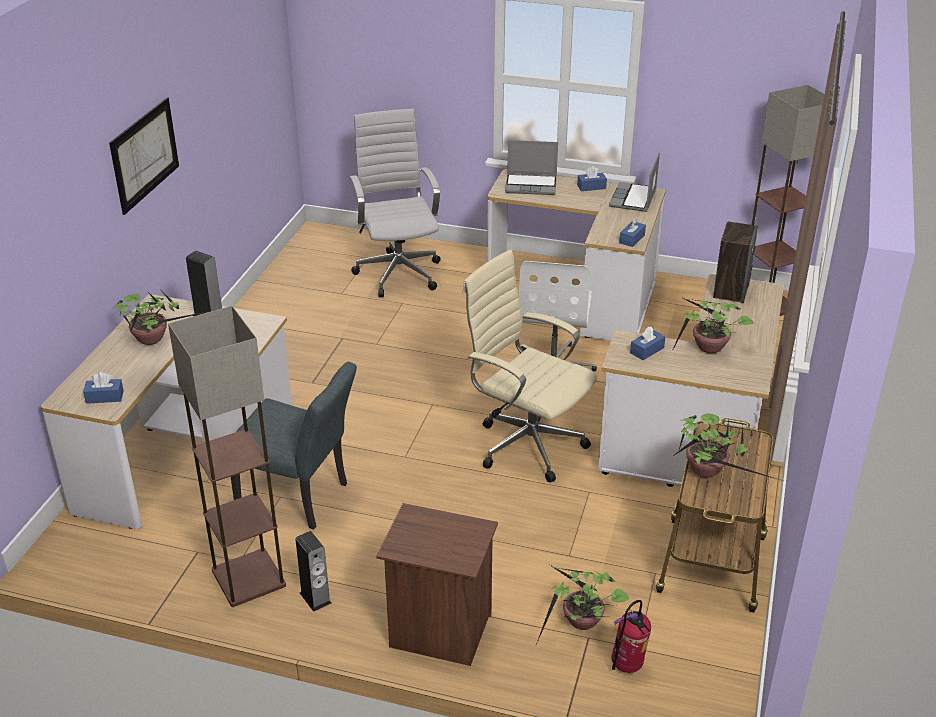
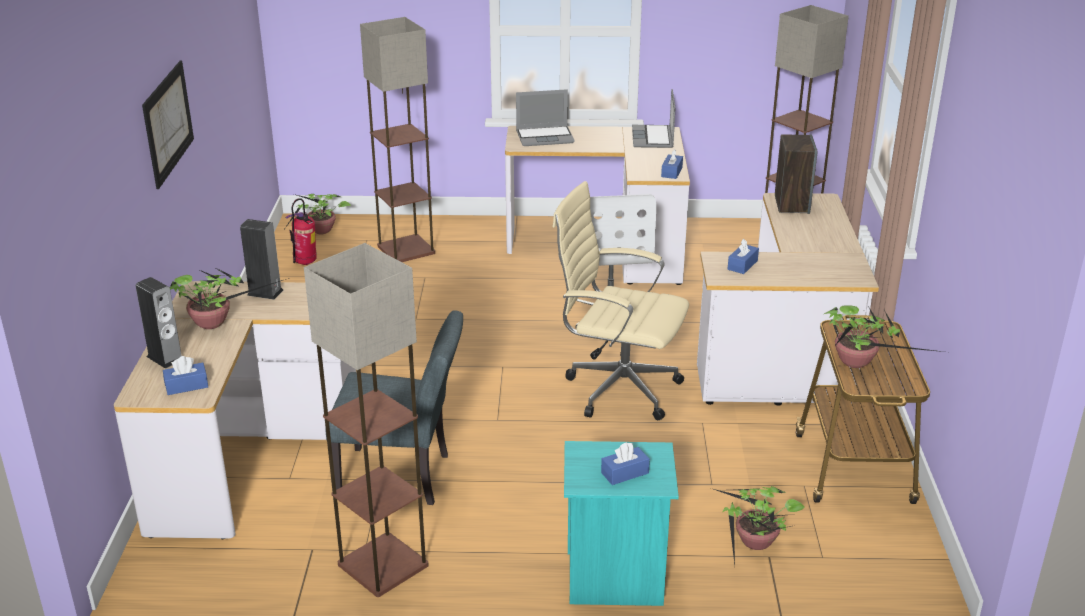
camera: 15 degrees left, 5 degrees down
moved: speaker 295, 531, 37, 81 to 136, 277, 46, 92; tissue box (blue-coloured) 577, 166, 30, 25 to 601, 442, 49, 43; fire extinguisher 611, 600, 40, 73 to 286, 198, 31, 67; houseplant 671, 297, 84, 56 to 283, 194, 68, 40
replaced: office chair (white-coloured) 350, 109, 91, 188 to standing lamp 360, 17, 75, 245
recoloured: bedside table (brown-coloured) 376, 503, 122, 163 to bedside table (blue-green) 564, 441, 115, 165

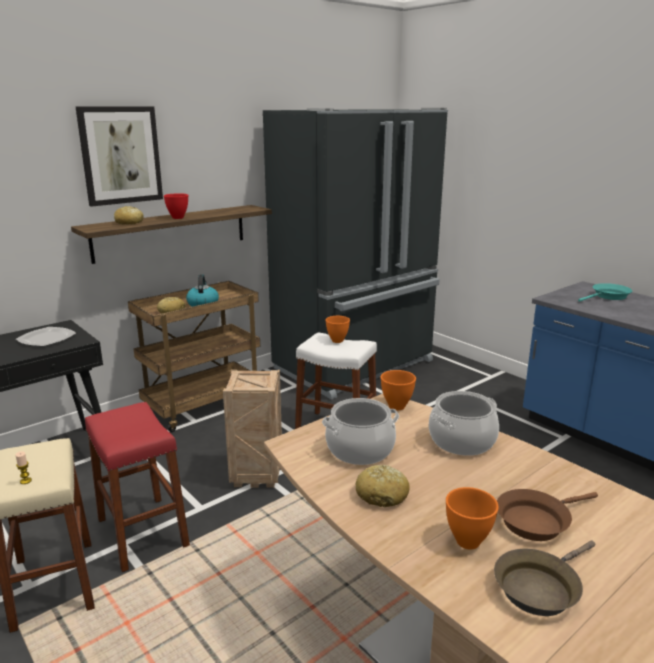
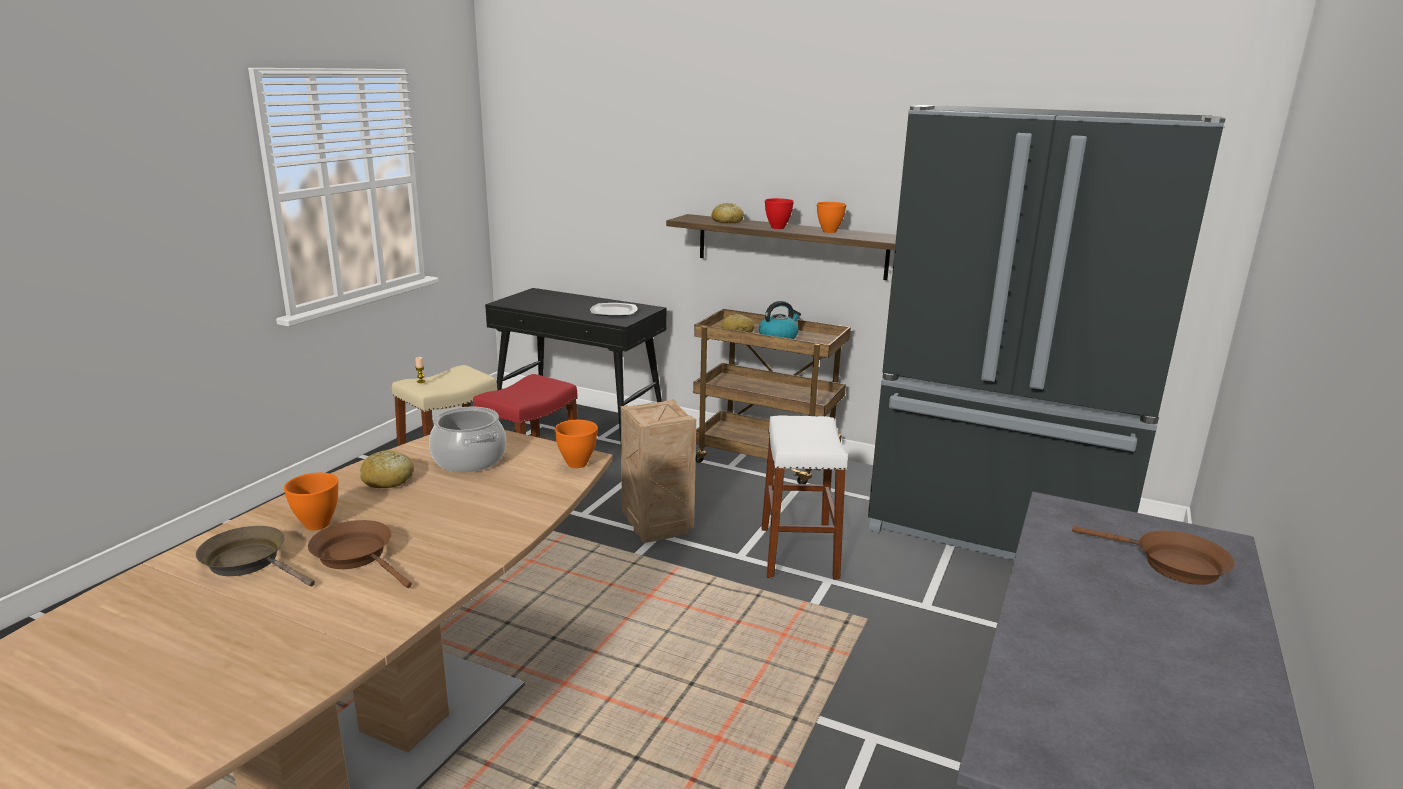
camera: 65 degrees right, 0 degrees up
removed: picture 76, 106, 87, 101; cooking pot 429, 391, 70, 65
moved: deep dish (orange) 326, 316, 24, 27 to 817, 202, 29, 31
recoloured: frying pan (blue-green) 578, 283, 54, 19 to frying pan (brown-coloured) 1072, 526, 163, 59

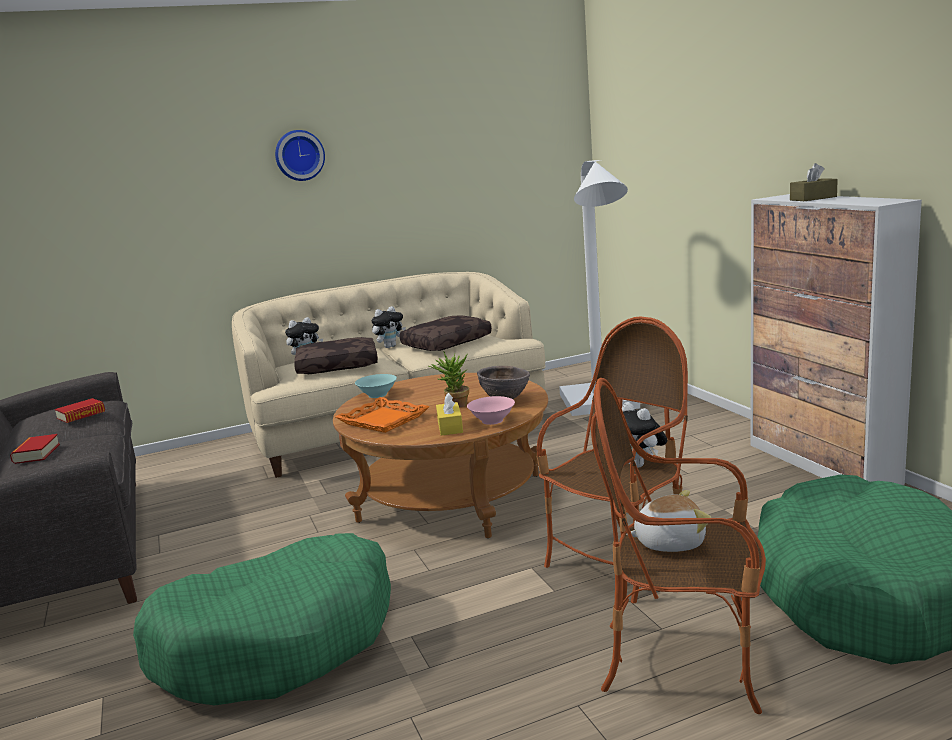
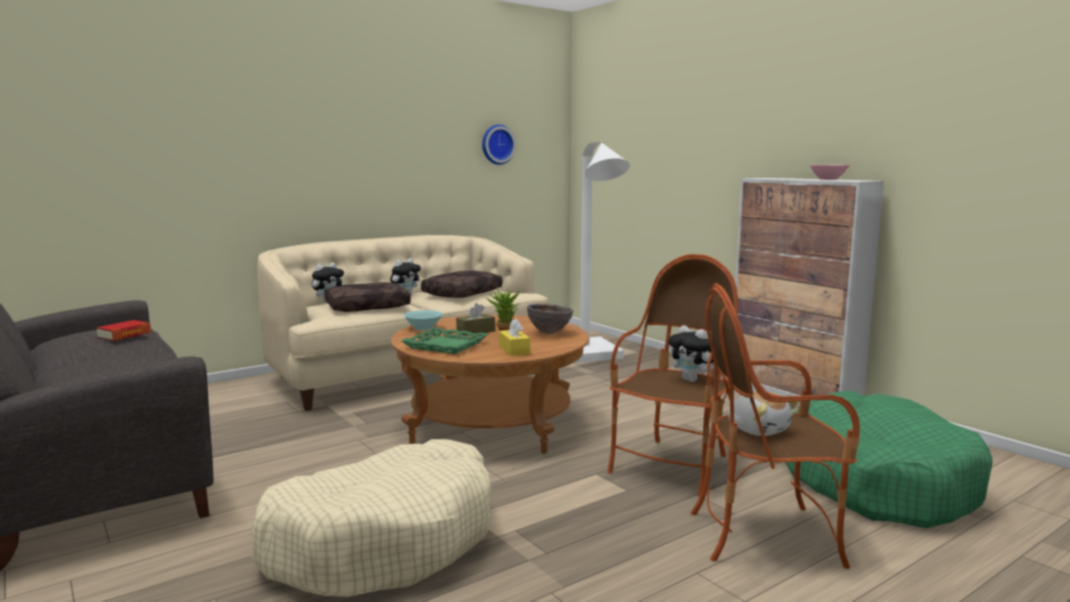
camera: 15 degrees left, 5 degrees down
removed: bound book 10, 434, 50, 30
moved: hanging clock 275, 130, 50, 51 to 482, 124, 34, 41; deep dish (pink-coloured) 467, 396, 48, 29 to 809, 165, 41, 15; tissue box (brown-coloured) 790, 163, 48, 38 to 456, 303, 39, 33
recoloured: dog bed (green) 133, 533, 258, 173 to dog bed (beige-coloured) 251, 439, 240, 158; serving tray (orange) 336, 397, 93, 36 to serving tray (green) 401, 327, 87, 27
turned: plush toy 626, 490, 85, 62 = 728, 391, 72, 45 75 degrees clockwise

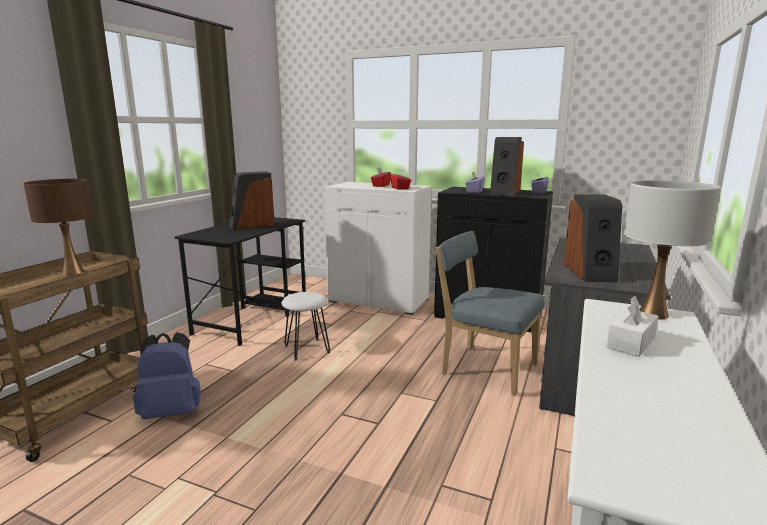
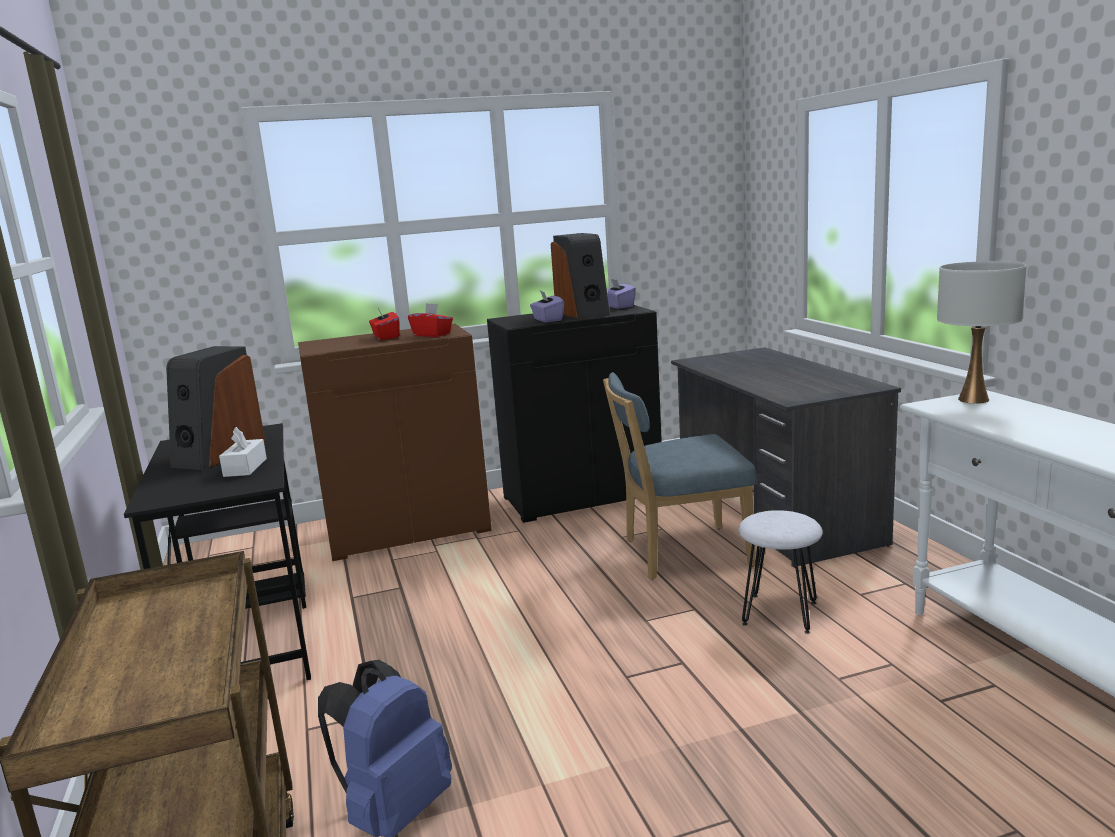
camera: 40 degrees left, 0 degrees up
removed: table lamp (brown-coloured) 24, 179, 69, 97; speaker 564, 194, 58, 89
moved: stool (white-coloured) 282, 292, 48, 69 to 738, 510, 85, 124; tissue box (white-coloured) 606, 296, 52, 61 to 219, 427, 48, 50
recoloured: cabinet (white-coloured) 324, 182, 108, 133 to cabinet (brown-coloured) 298, 324, 193, 237

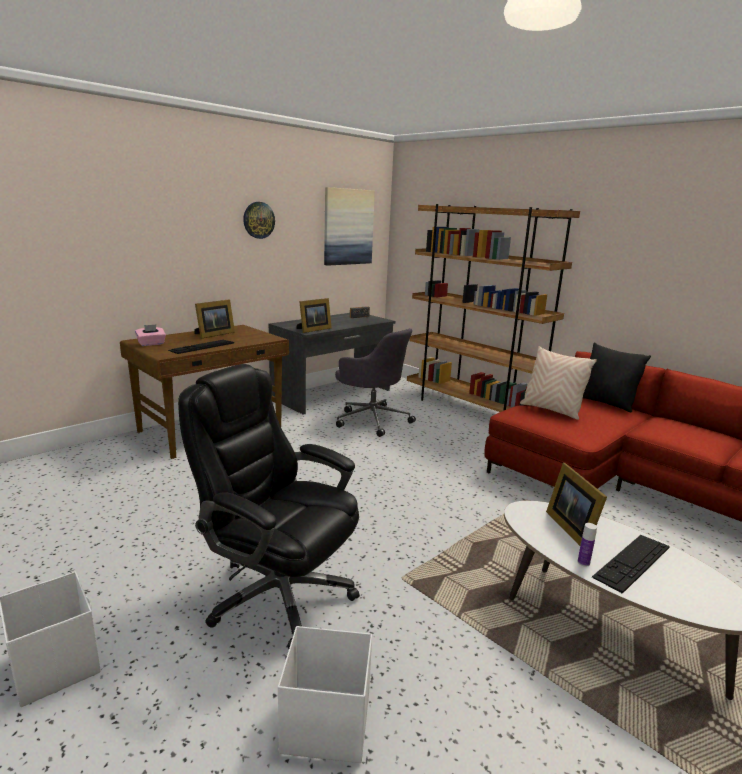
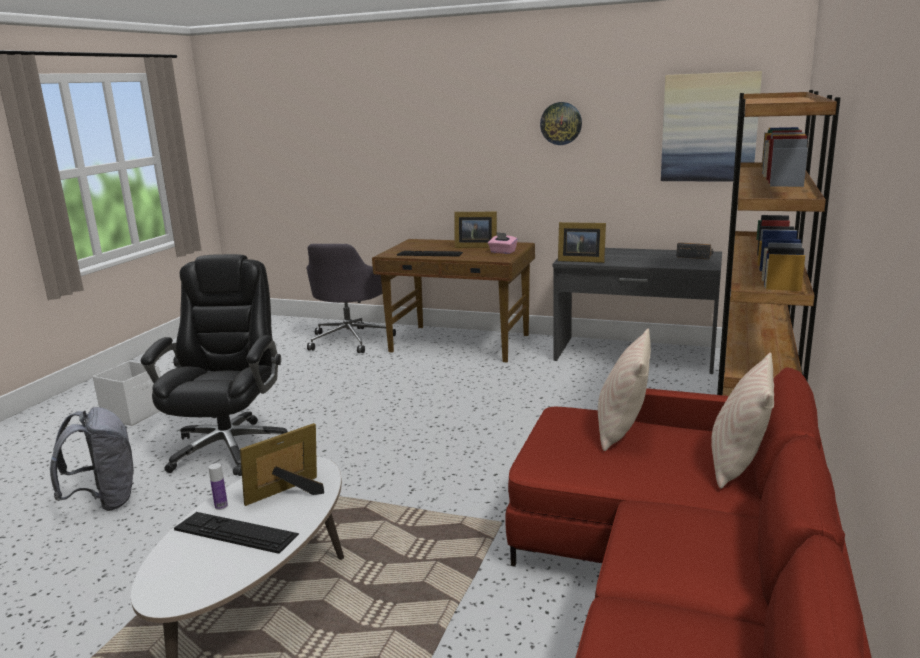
camera: 65 degrees right, 0 degrees up
moved: tissue box (pink-coloured) 135, 325, 31, 21 to 488, 232, 30, 22; office chair (gray) 335, 328, 81, 109 to 306, 244, 90, 109
replaced: storage box (white-coloured) 278, 626, 94, 137 to knapsack (gray) 50, 407, 84, 104
recoloured: cushion (black-coloured) 583, 342, 68, 70 to cushion (beige-coloured) 711, 352, 63, 137

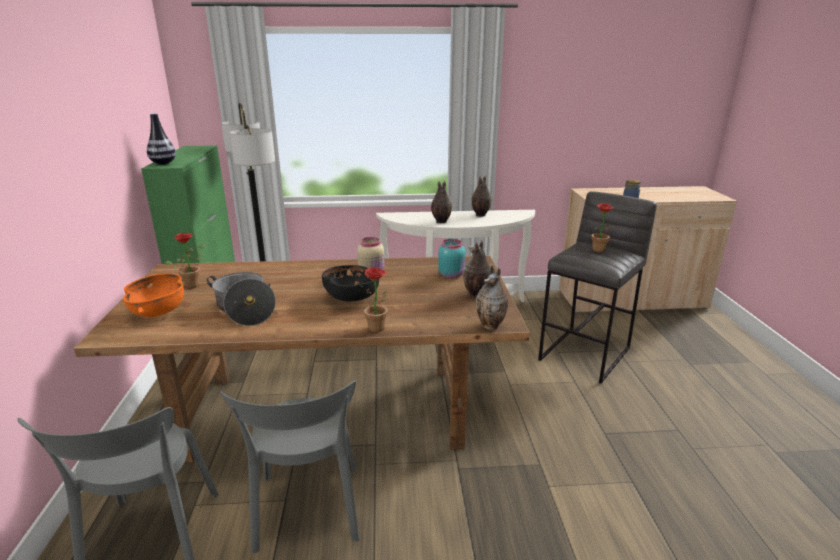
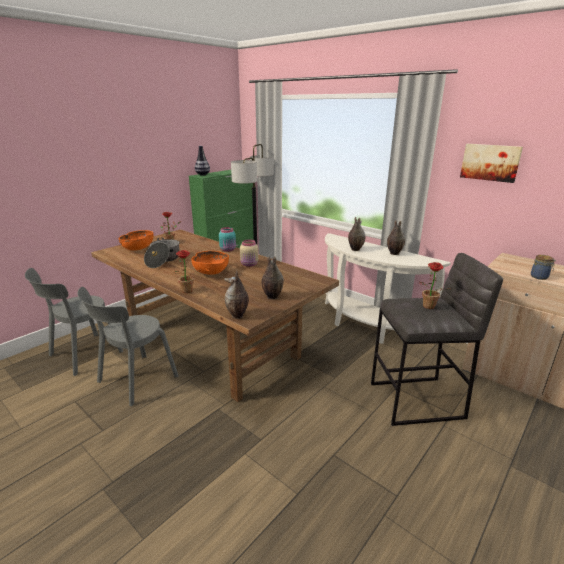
camera: 45 degrees right, 0 degrees up
added: picture 460, 144, 63, 39
moved: storage jar (blue-green) 438, 239, 27, 39 to 219, 227, 17, 25
recoloured: deep dish (black-coloured) 322, 265, 57, 37 to deep dish (orange) 191, 251, 38, 24

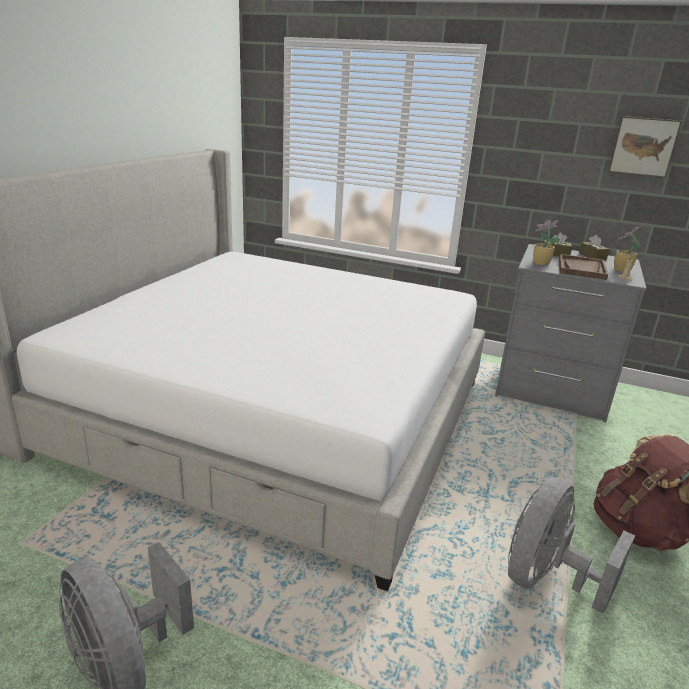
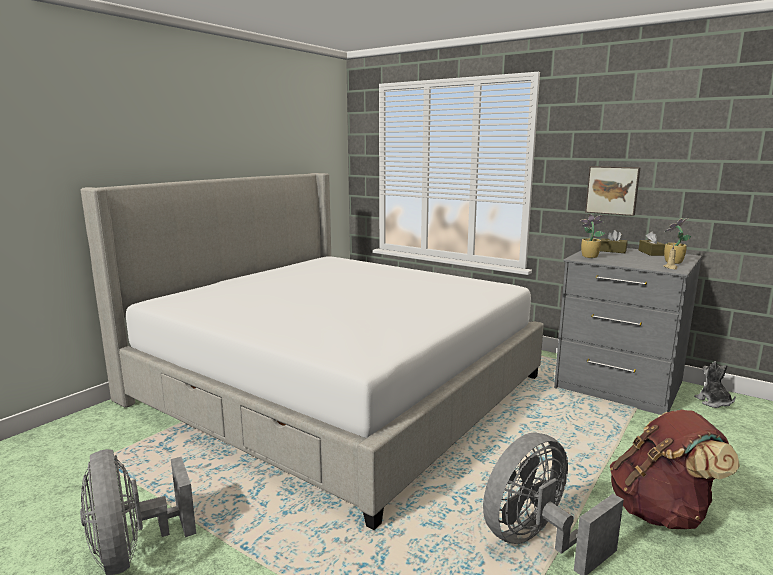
camera: 15 degrees right, 10 degrees down
removed: serving tray (brown-coloured) 559, 254, 49, 26
added: plush toy 694, 361, 42, 47
moved: picture 609, 116, 73, 62 to 585, 166, 56, 50

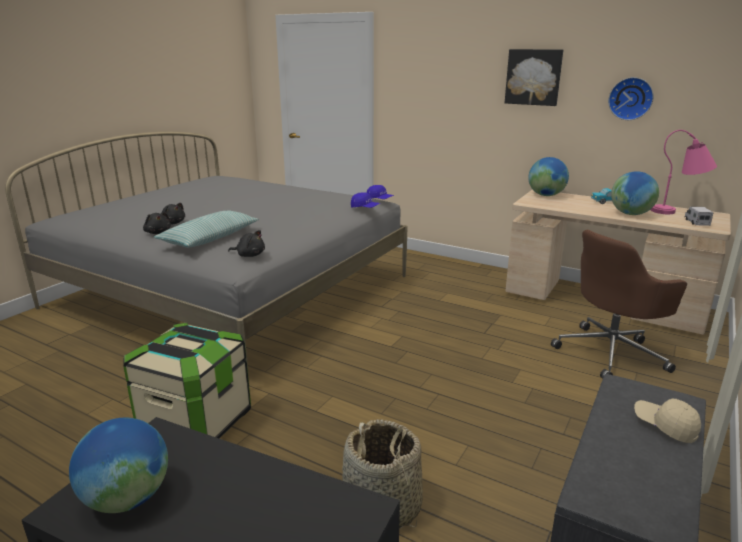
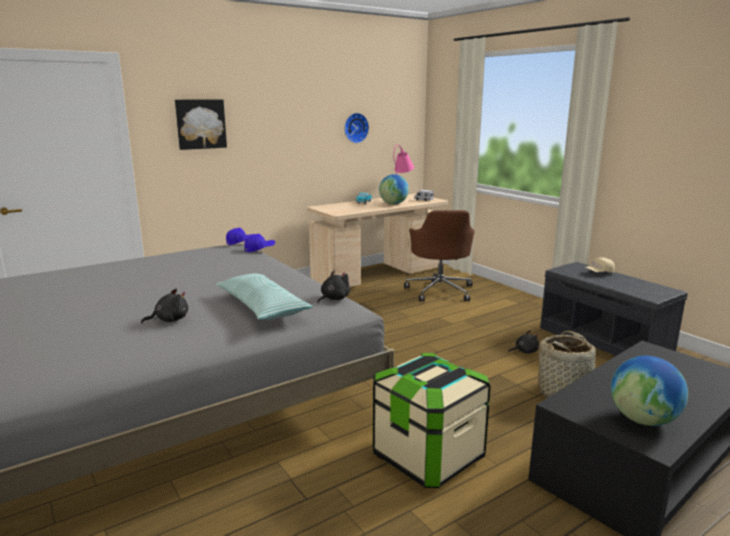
camera: 65 degrees left, 5 degrees down
removed: globe 528, 157, 41, 39
moved: plush toy (black-coloured) 143, 212, 28, 22 to 508, 330, 31, 24; picture 505, 49, 58, 57 to 175, 100, 52, 50

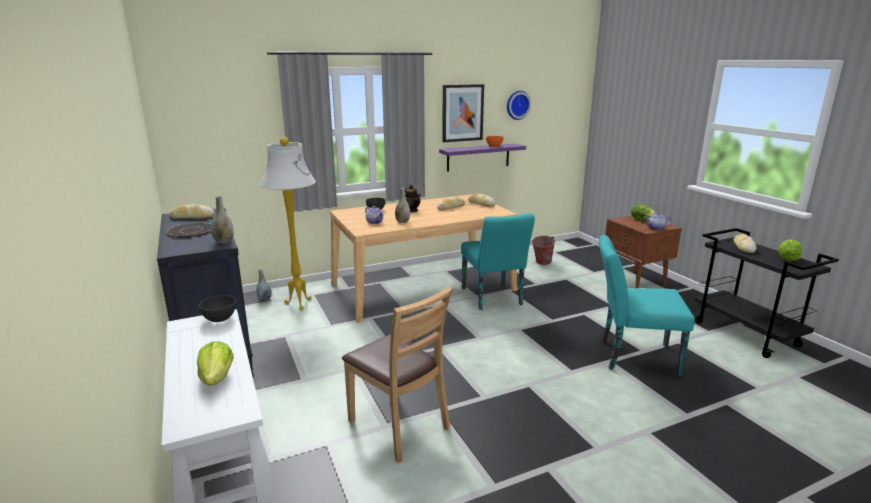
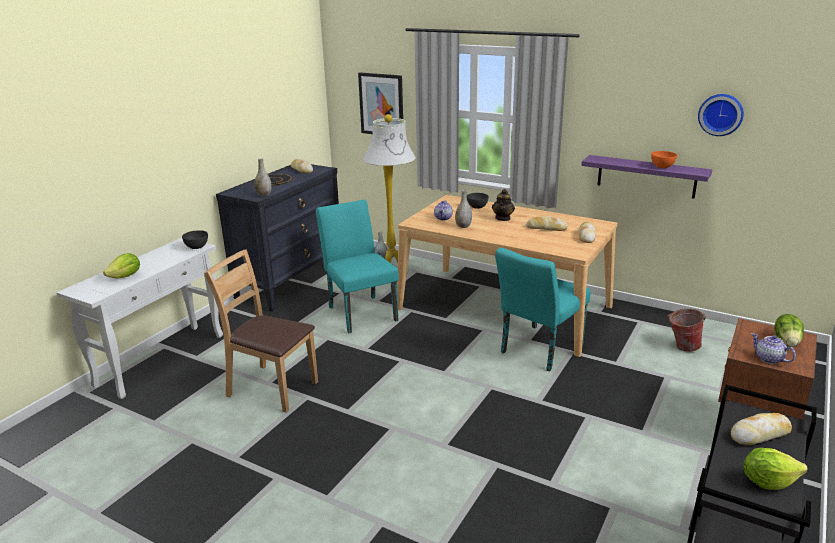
camera: 55 degrees right, 5 degrees up
moved: picture 442, 84, 42, 58 to 358, 72, 45, 62; plain chair (blue-green) 599, 235, 96, 141 to 316, 200, 83, 134
turned: plain chair (brown-coloured) 342, 286, 111, 177 = 204, 250, 114, 163 105 degrees clockwise

